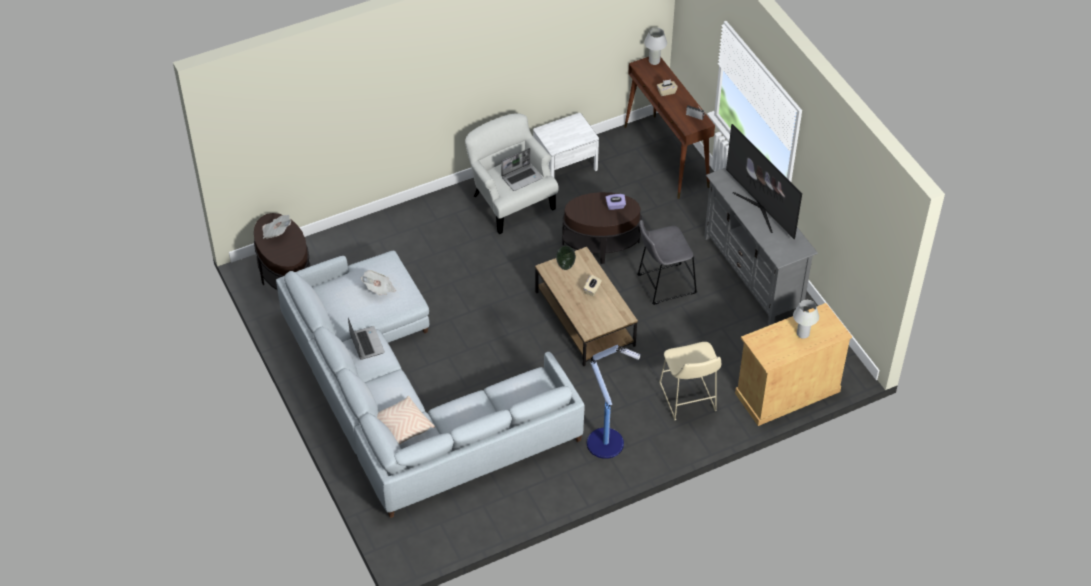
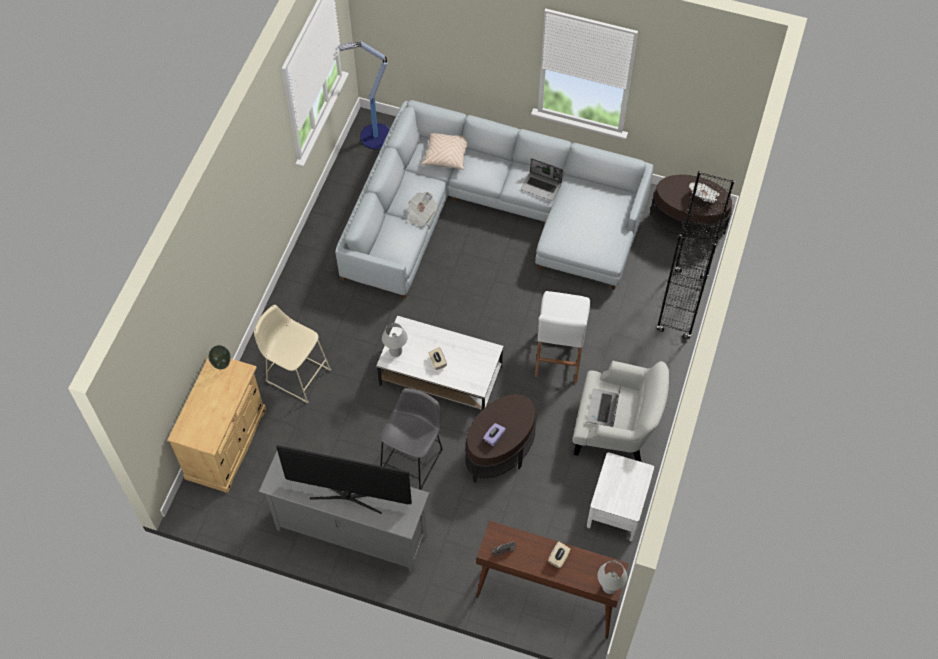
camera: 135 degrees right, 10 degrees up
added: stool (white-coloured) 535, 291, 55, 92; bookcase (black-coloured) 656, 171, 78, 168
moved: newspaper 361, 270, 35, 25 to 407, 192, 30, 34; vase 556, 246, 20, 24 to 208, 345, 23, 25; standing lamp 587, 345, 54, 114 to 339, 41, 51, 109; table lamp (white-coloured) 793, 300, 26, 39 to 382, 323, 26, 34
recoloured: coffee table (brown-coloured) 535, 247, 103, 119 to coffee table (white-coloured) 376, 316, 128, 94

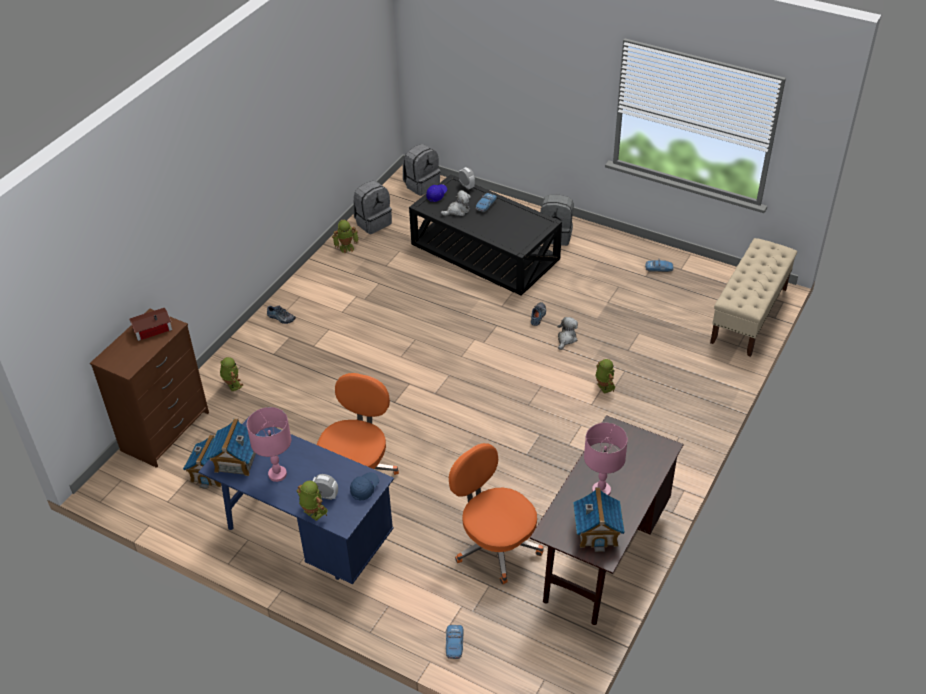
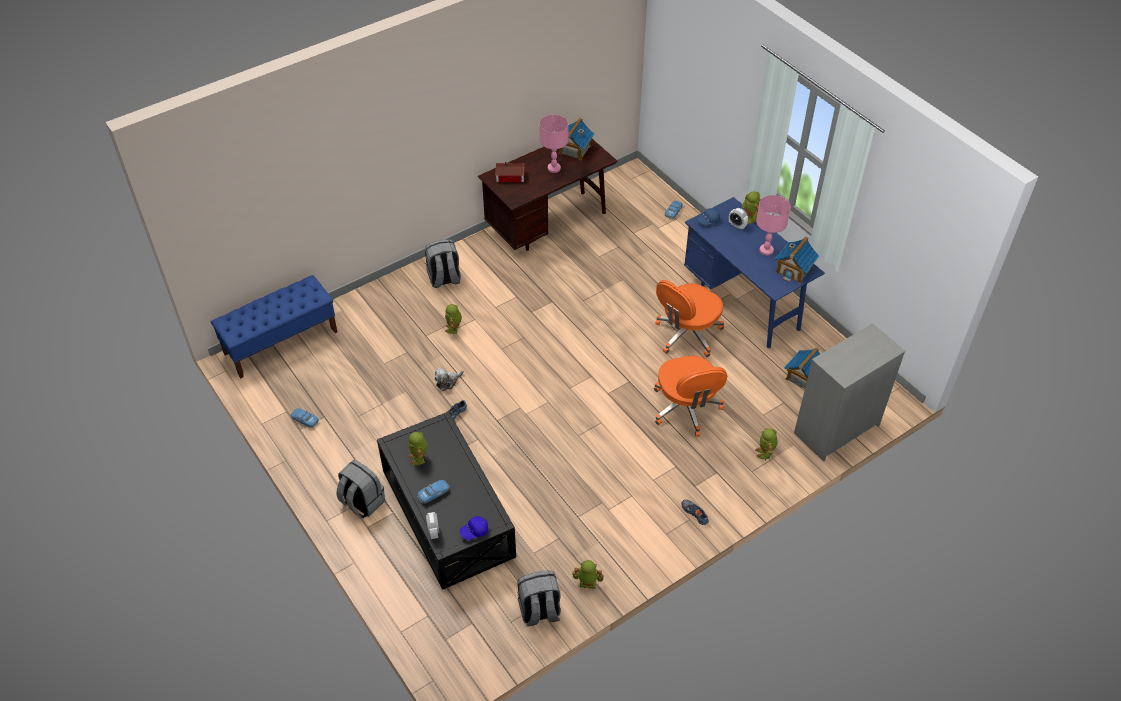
camera: 155 degrees left, 5 degrees up
removed: plush toy 441, 190, 30, 26
added: model robot 408, 432, 20, 34
moved: miniature house 129, 308, 43, 33 to 495, 162, 30, 20; knapsack (gray) 403, 144, 37, 52 to 425, 239, 36, 49; office chair (orange) 449, 443, 95, 141 to 654, 356, 73, 81
recoloured: chest of drawers (brown-coloured) 90, 309, 119, 159 to chest of drawers (gray) 794, 323, 111, 139; bench (beige-coloured) 710, 238, 87, 119 to bench (blue-coloured) 211, 275, 127, 104

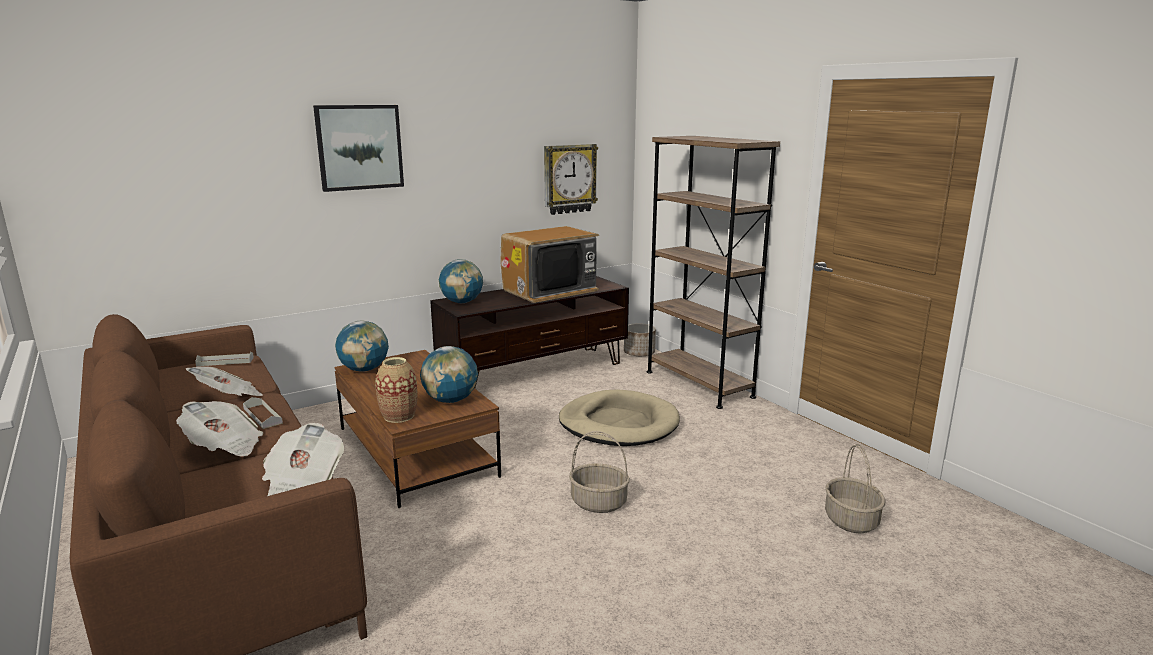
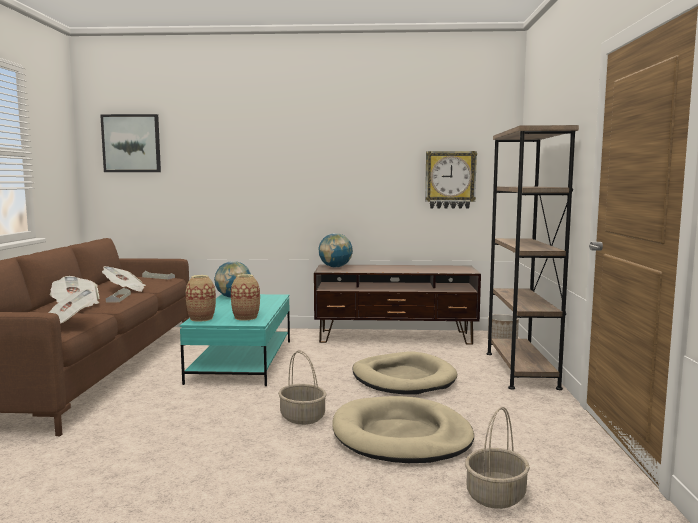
camera: 35 degrees right, 10 degrees down
removed: TV 500, 226, 99, 77
added: dog bed (beige-coloured) 333, 396, 141, 67
moved: picture 313, 105, 91, 87 to 100, 114, 61, 58
replaced: globe 420, 346, 58, 57 to vase 231, 274, 29, 47
recoloured: coffee table (brown-coloured) 334, 350, 167, 158 to coffee table (blue-green) 180, 294, 110, 92

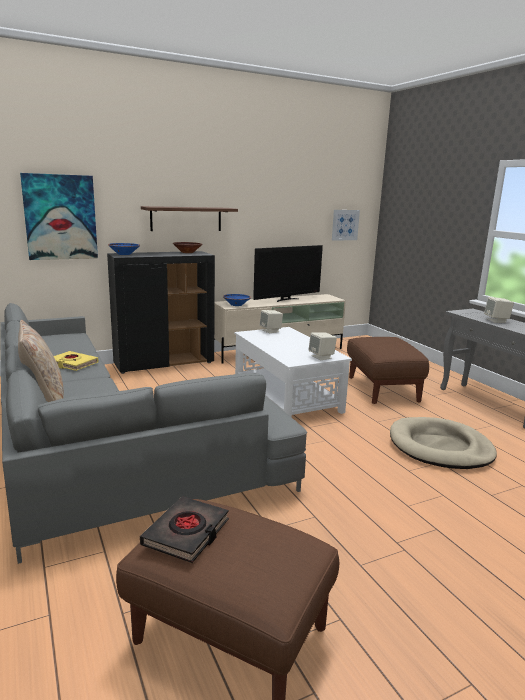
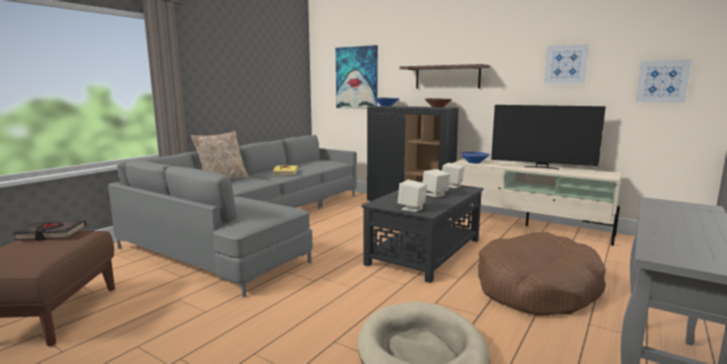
camera: 60 degrees right, 5 degrees down
added: picture 544, 44, 45, 40
moved: speaker (beige-coloured) 484, 297, 30, 26 to 423, 169, 27, 28
replaced: footrest (brown-coloured) 347, 337, 82, 67 to dog bed (brown-coloured) 478, 232, 128, 84
recoloured: coffee table (white-coloured) 234, 327, 118, 90 to coffee table (black-coloured) 361, 180, 123, 103

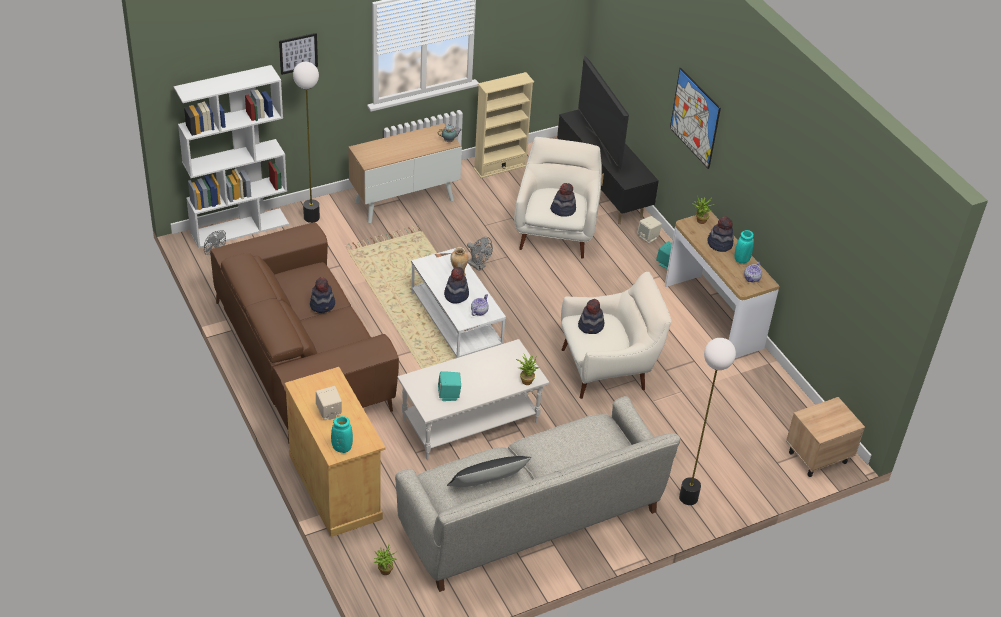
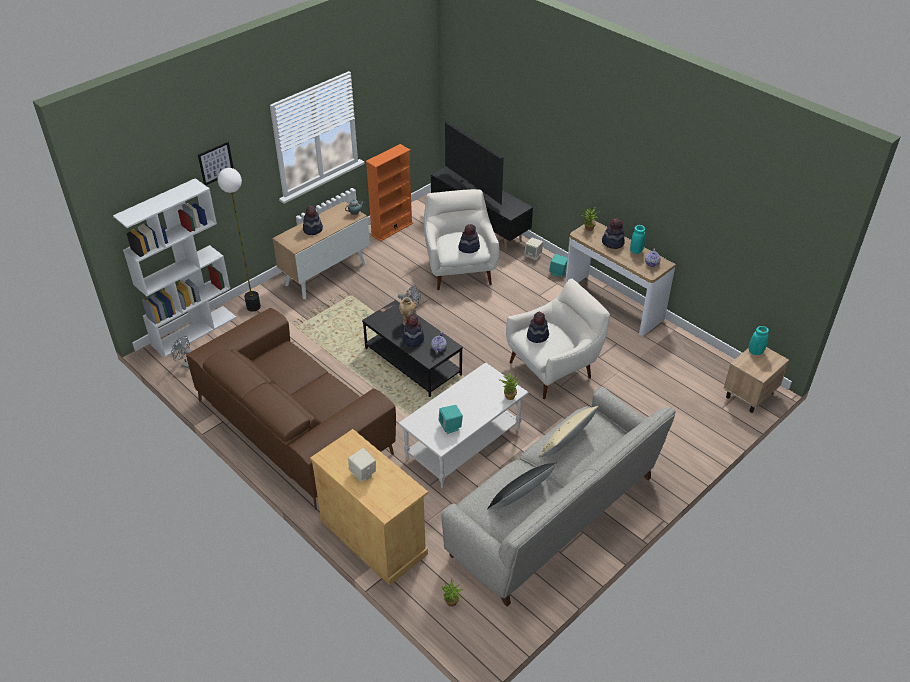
camera: 15 degrees left, 0 degrees up
removed: picture 670, 68, 51, 101; standing lamp 679, 338, 57, 167
added: cushion (beige-coloured) 539, 406, 59, 51
moved: clothing hat 310, 277, 25, 36 to 303, 206, 20, 29; vase (blue-green) 331, 416, 22, 37 to 749, 326, 20, 29
recoloured: coffee table (white-coloured) 411, 248, 95, 110 to coffee table (black-coloured) 362, 300, 101, 97; bookcase (beige-coloured) 473, 72, 61, 106 to bookcase (orange) 366, 144, 47, 97

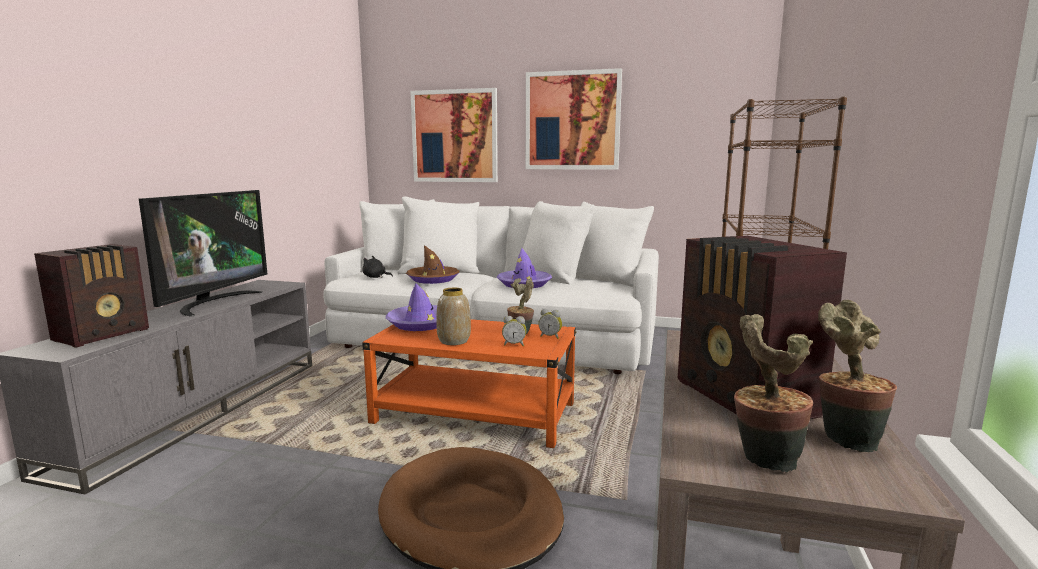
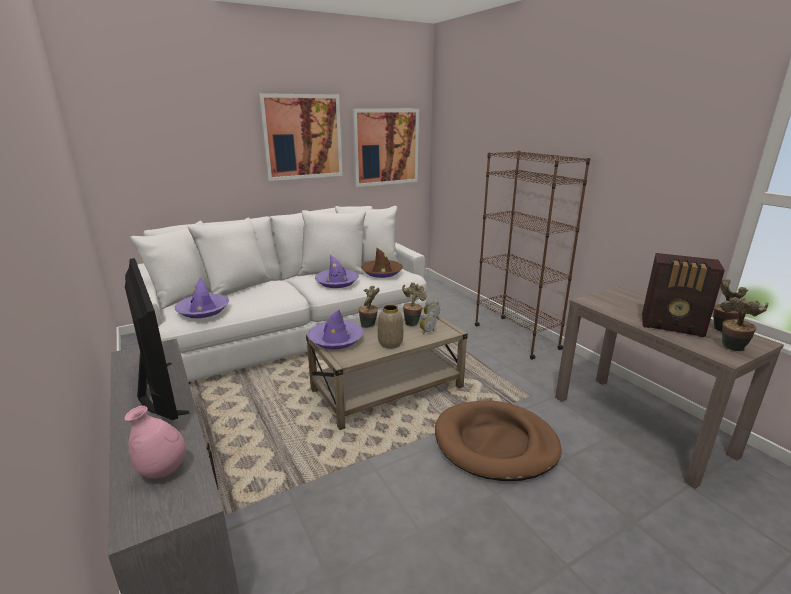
camera: 45 degrees left, 10 degrees up
added: houseplant 358, 286, 21, 42
moved: clothing hat (brown-coloured) 406, 245, 53, 39 to 361, 248, 42, 30; picture 410, 88, 88, 94 to 352, 109, 67, 78
replaced: radio receiver 34, 244, 115, 104 to vase (pink-coloured) 125, 406, 60, 72; plush toy (black-coloured) 362, 256, 31, 22 to clothing hat (purplish) 175, 277, 54, 41
recoloured: coffee table (orange) 362, 319, 214, 129 to coffee table (beige-coloured) 306, 307, 162, 123

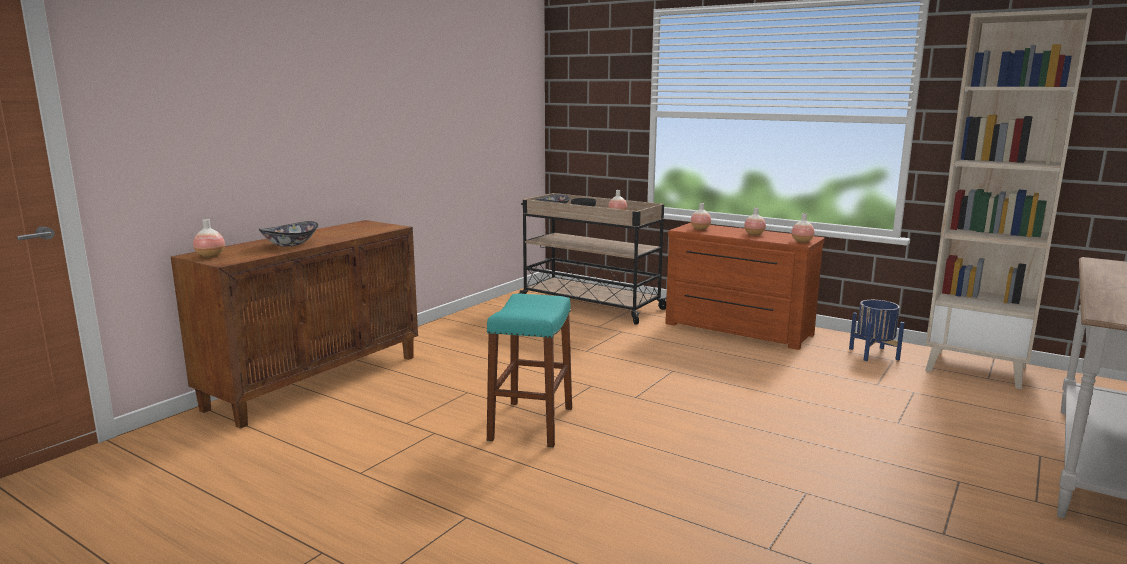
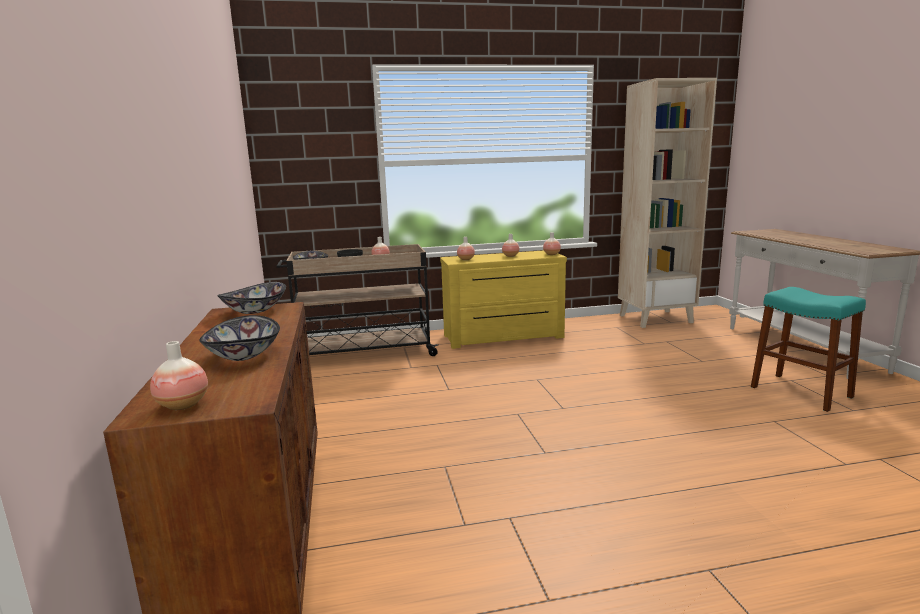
camera: 45 degrees left, 0 degrees up
removed: plant pot (blue-coloured) 849, 300, 56, 61
added: deep dish 217, 282, 69, 32
moved: stool (blue-green) 486, 294, 86, 154 to 751, 287, 115, 125
recoloured: chest of drawers (brown-coloured) 665, 223, 160, 127 to chest of drawers (yellow) 440, 250, 127, 99

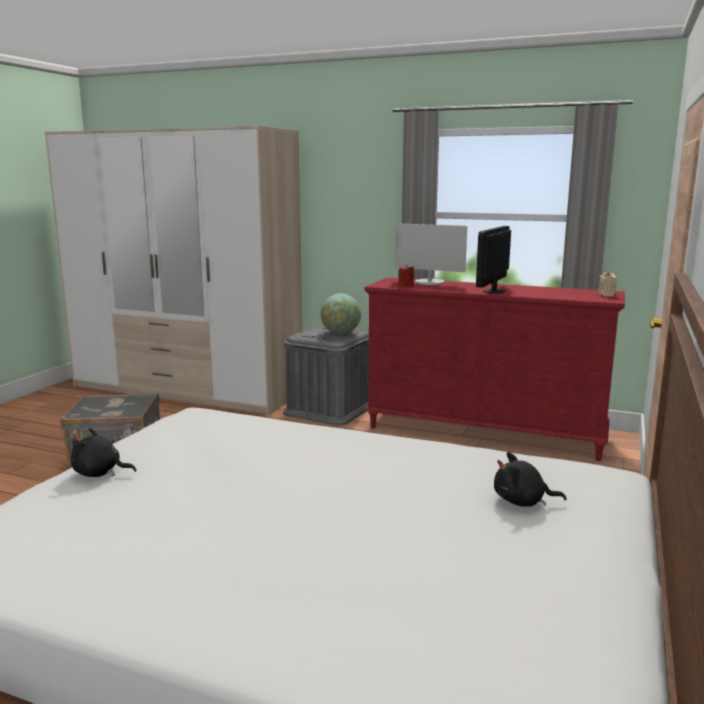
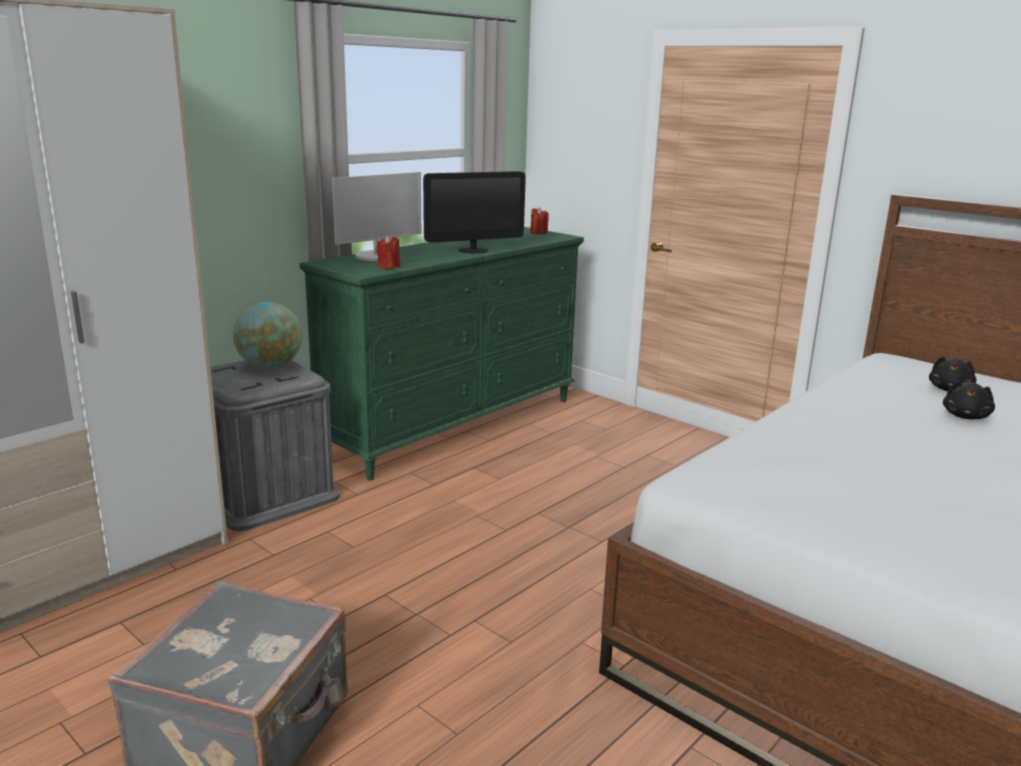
camera: 70 degrees left, 5 degrees up
moved: plush toy (black-coloured) 70, 428, 66, 49 to 943, 380, 52, 39
recoloured: chest of drawers (red-coloured) 365, 277, 260, 184 to chest of drawers (green) 300, 227, 284, 253; wax light (beige-coloured) 598, 271, 19, 25 to wax light (red-coloured) 530, 208, 19, 26
turned: computer screen 476, 226, 35, 68 = 423, 171, 103, 83 75 degrees counterclockwise

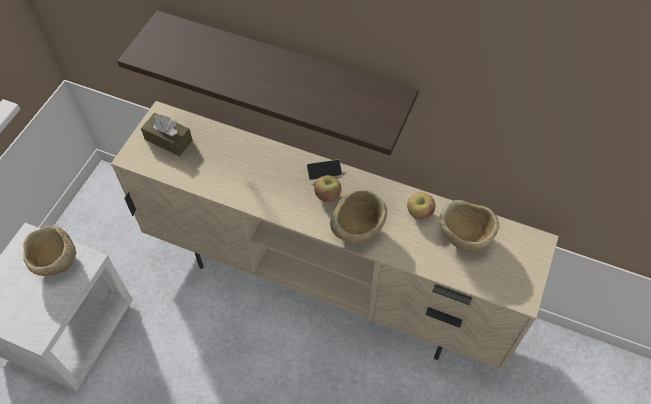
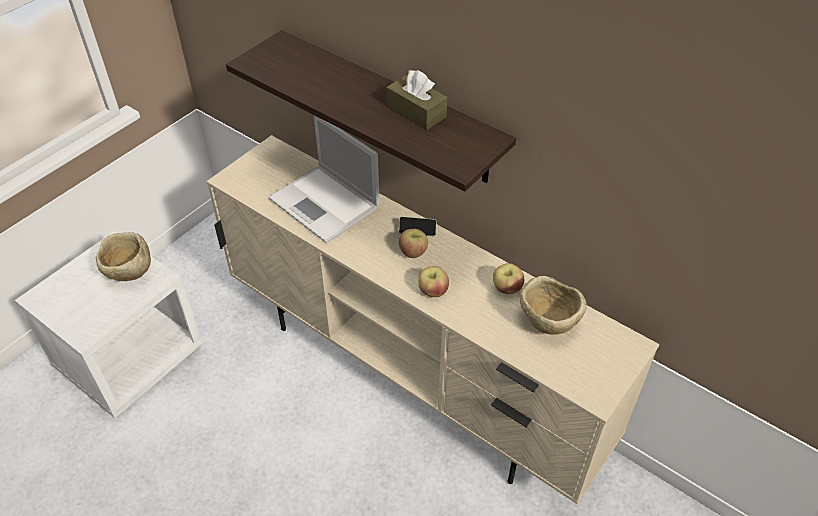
camera: 15 degrees right, 10 degrees down
added: portable computer 268, 115, 112, 128
moved: tissue box (brown-coloured) 141, 113, 52, 43 to 387, 70, 61, 60
replaced: deep dish (beige-coloured) 330, 189, 57, 54 to whole apple 418, 266, 31, 31

